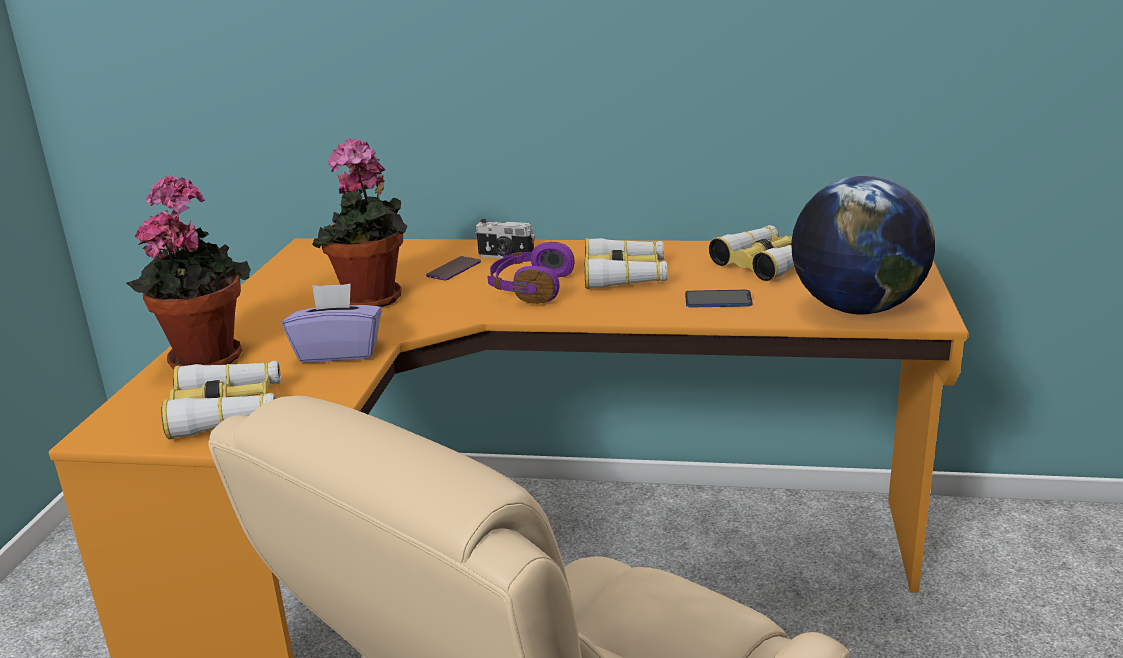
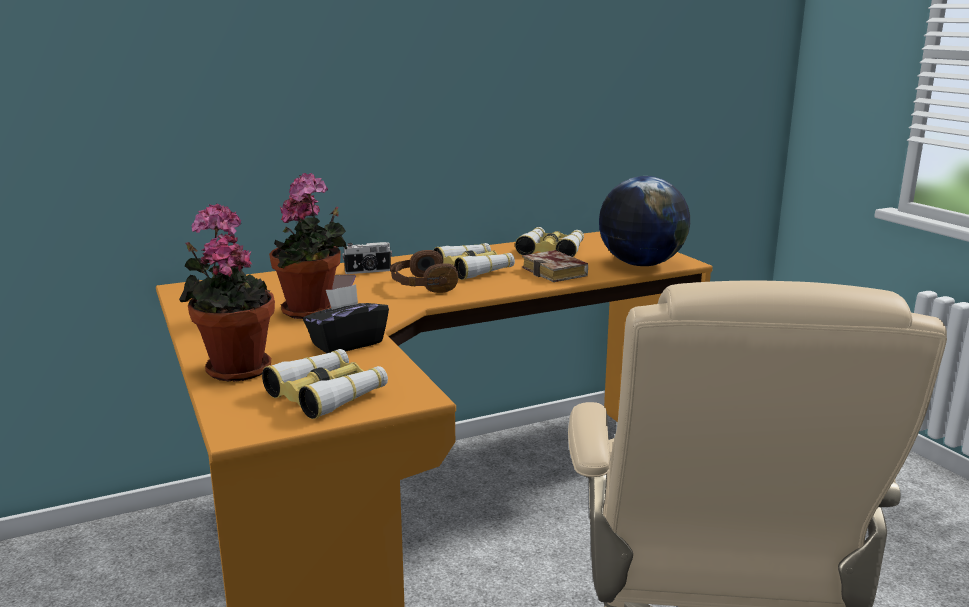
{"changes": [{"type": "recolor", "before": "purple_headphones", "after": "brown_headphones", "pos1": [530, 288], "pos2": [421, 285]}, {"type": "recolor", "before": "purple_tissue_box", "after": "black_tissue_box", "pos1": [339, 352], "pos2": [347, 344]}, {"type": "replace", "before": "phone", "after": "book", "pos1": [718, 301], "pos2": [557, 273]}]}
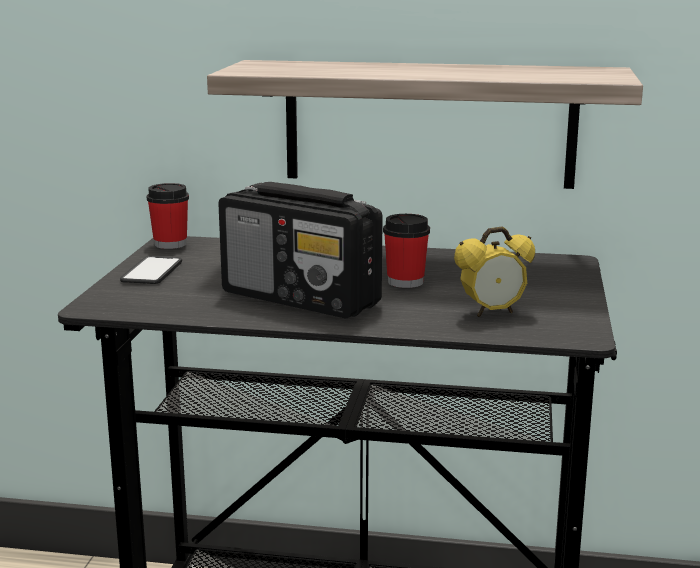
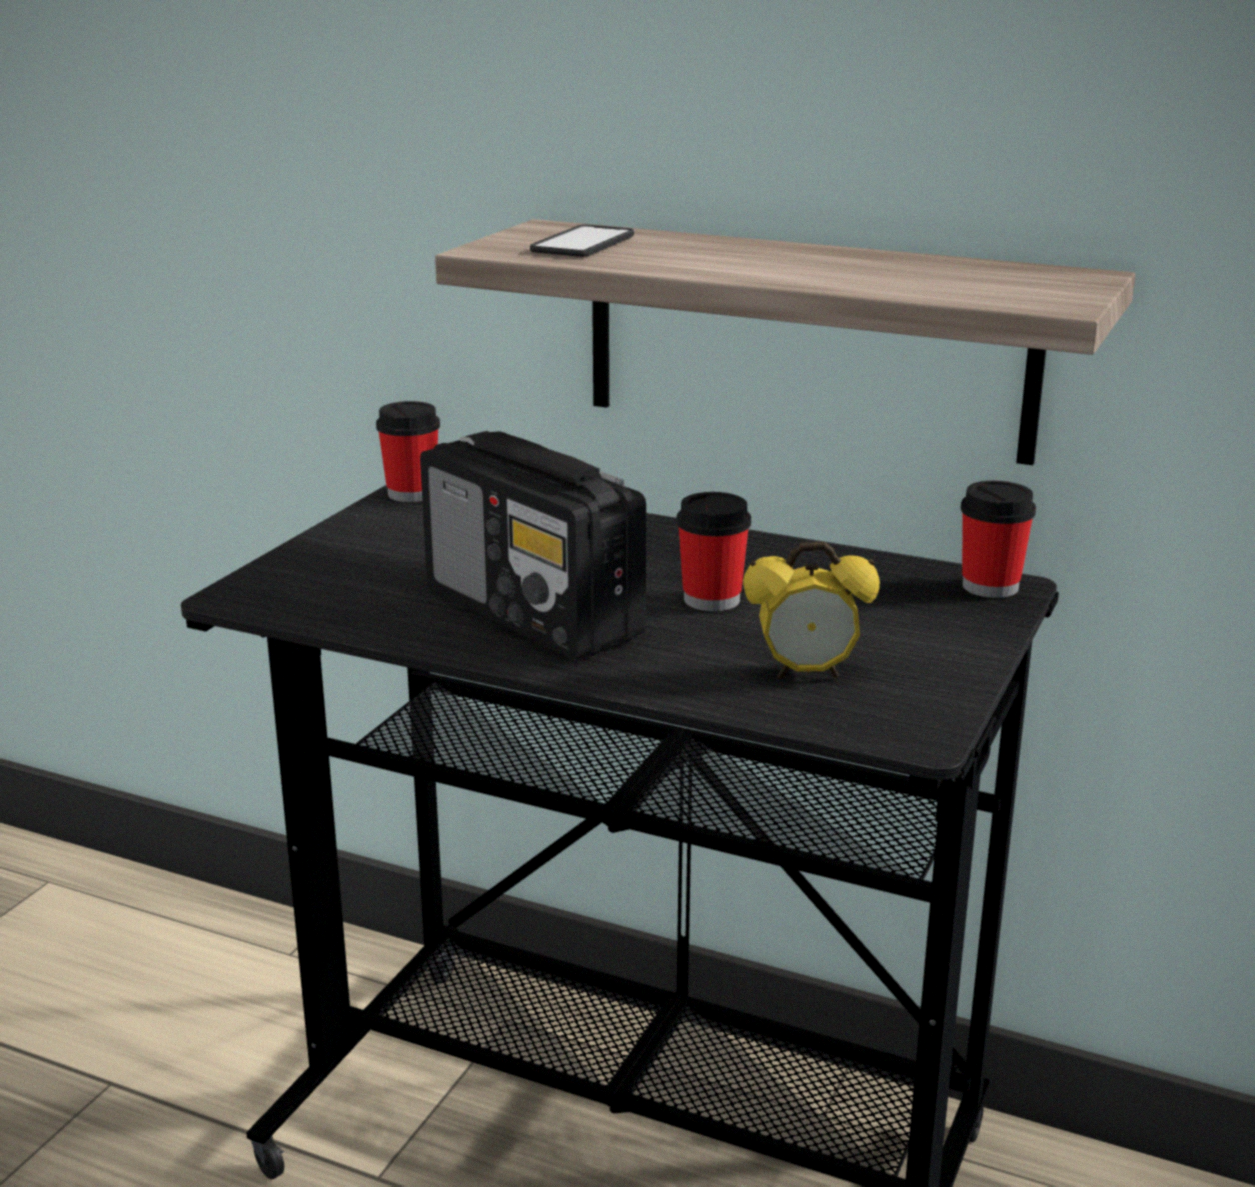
{"changes": [{"type": "move", "before": "phone", "pos1": [152, 271], "pos2": [583, 244]}, {"type": "insert", "after": "cup", "pos2": [990, 586]}]}
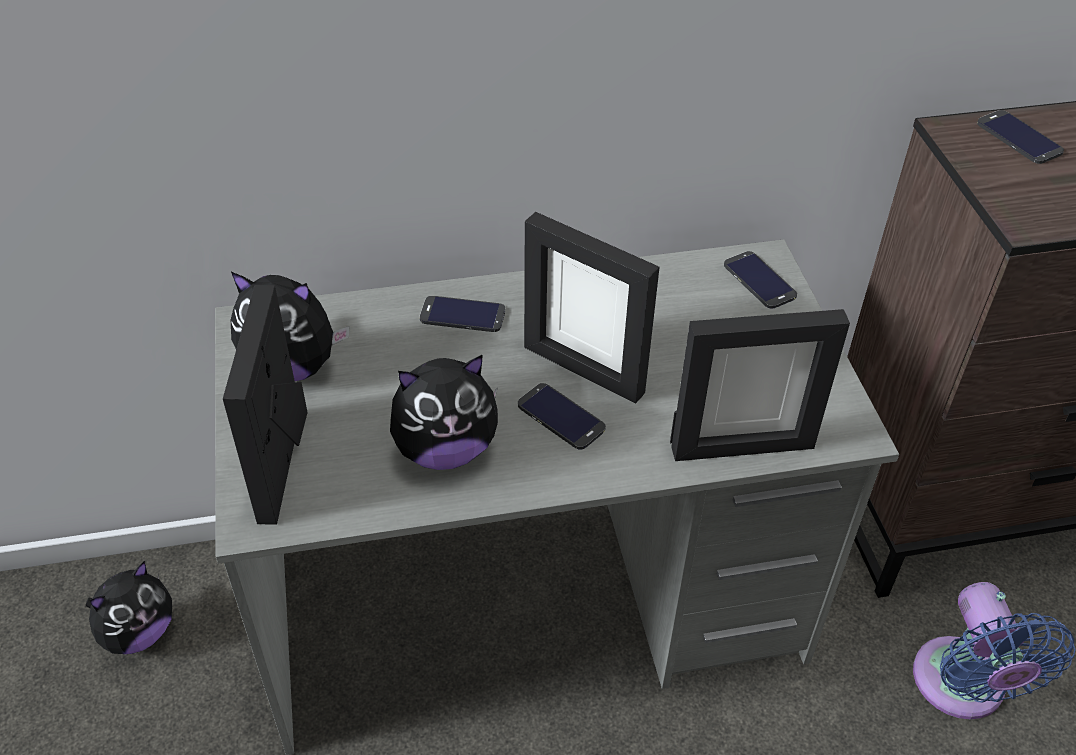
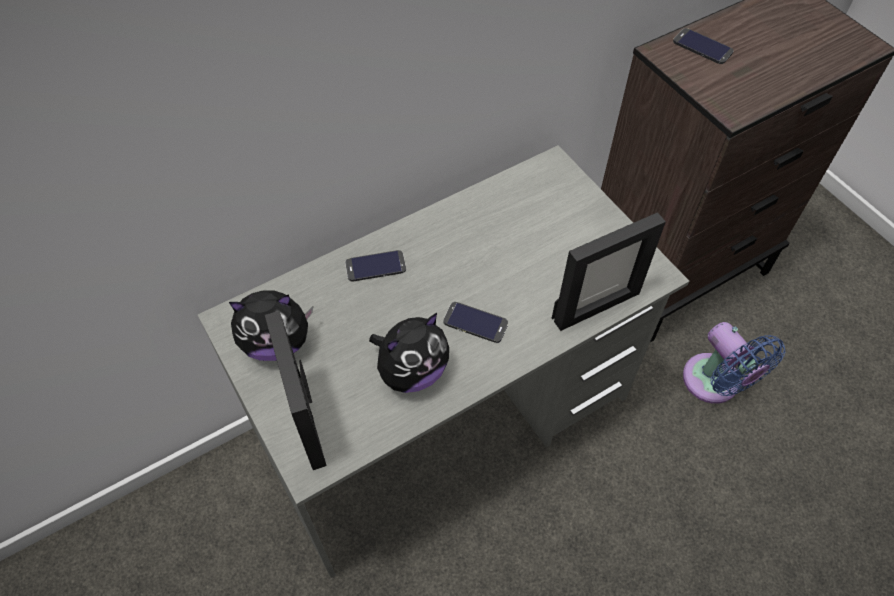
{"changes": [{"type": "delete", "before": "picture_frame", "pos1": [585, 368]}, {"type": "delete", "before": "phone", "pos1": [759, 280]}, {"type": "delete", "before": "plush_toy", "pos1": [138, 633]}]}
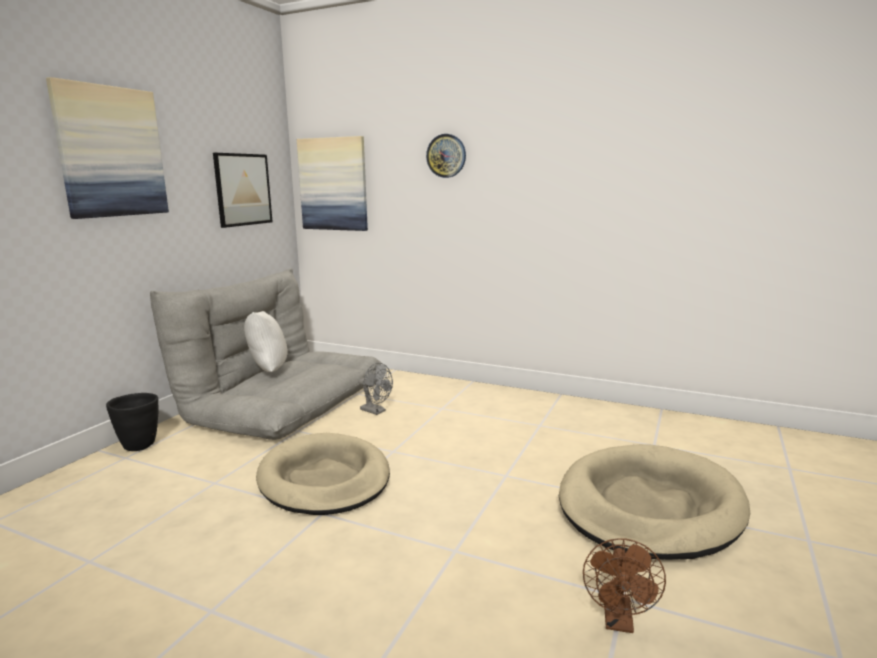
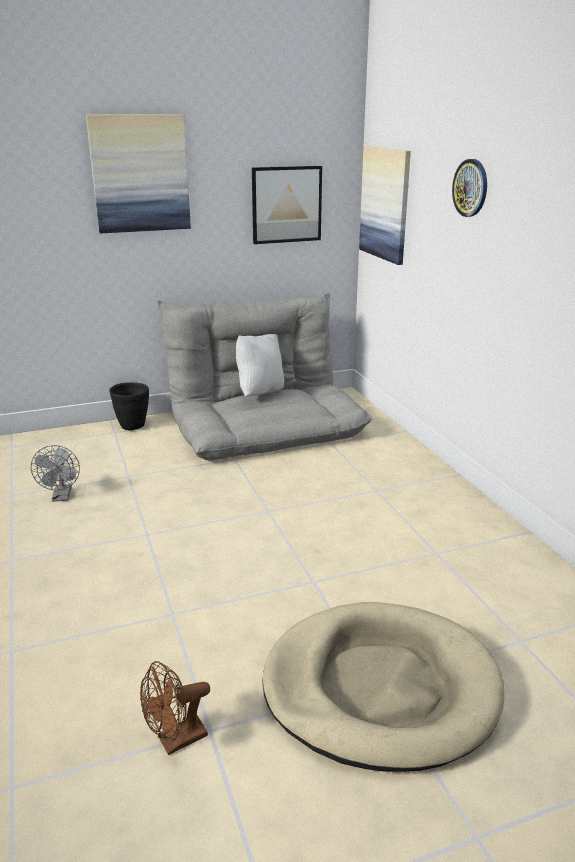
{"changes": [{"type": "move", "before": "grey_fan", "pos1": [376, 411], "pos2": [62, 497]}, {"type": "delete", "before": "beige_dog_bed", "pos1": [324, 479]}]}
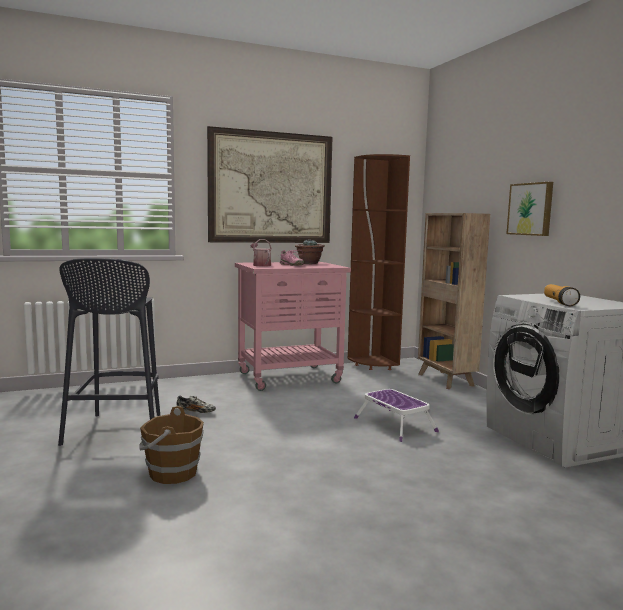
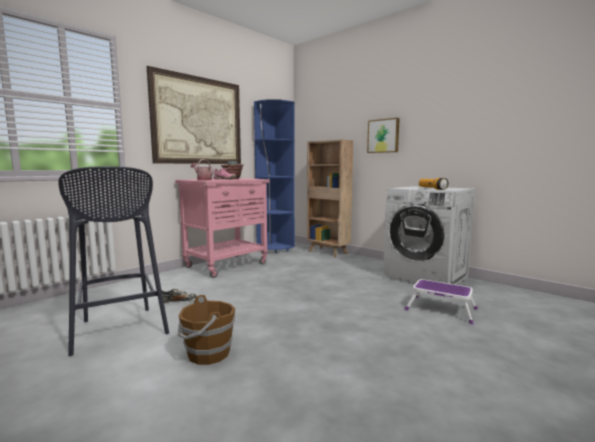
{"changes": [{"type": "recolor", "before": "brown_bookcase", "after": "blue_bookcase", "pos1": [373, 367], "pos2": [275, 250]}, {"type": "move", "before": "purple_step_ladder", "pos1": [394, 424], "pos2": [441, 309]}]}
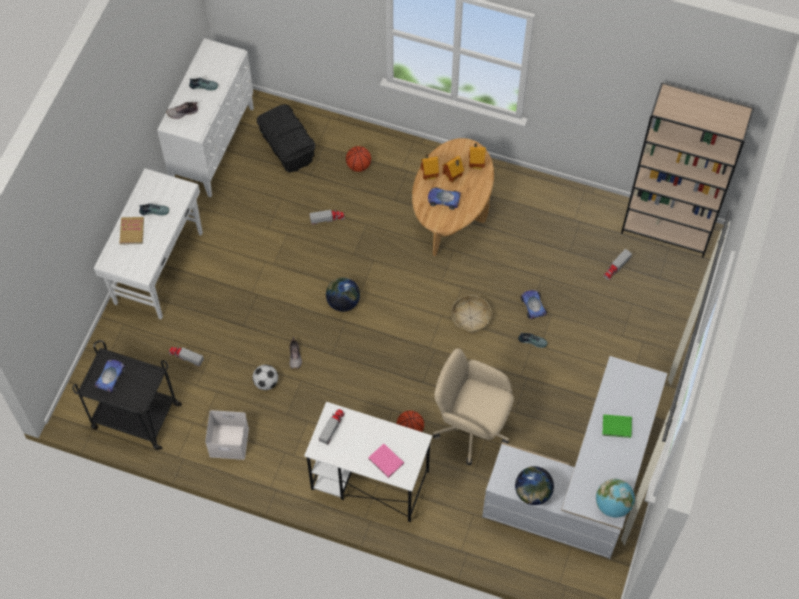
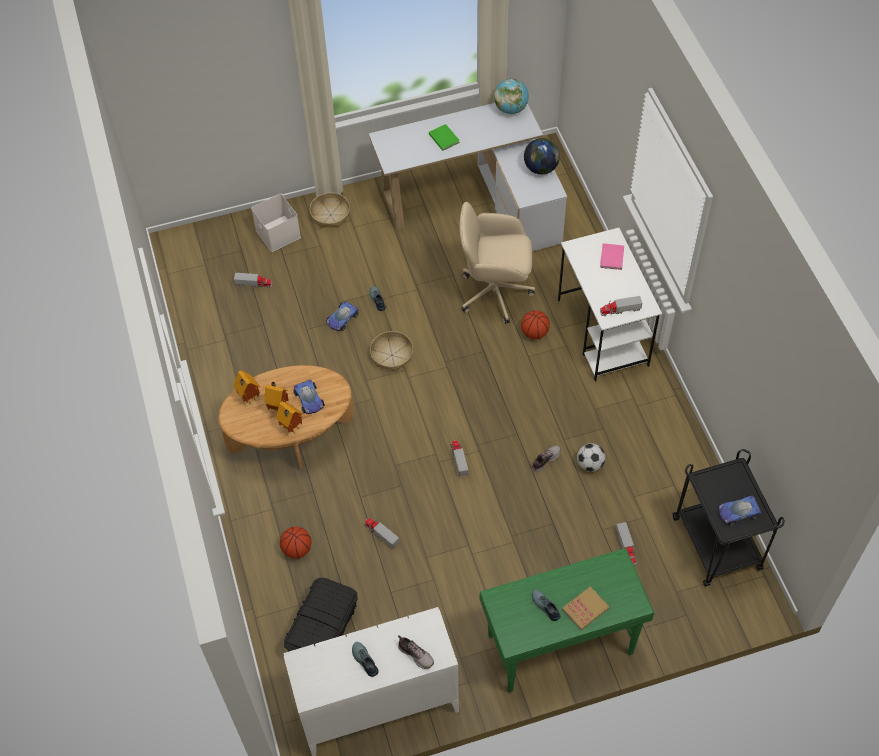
{"changes": [{"type": "delete", "before": "beige_bookcase", "pos1": [667, 229]}, {"type": "recolor", "before": "white_console_table", "after": "green_console_table", "pos1": [159, 267], "pos2": [559, 645]}, {"type": "replace", "before": "globe", "after": "toy_truck", "pos1": [343, 302], "pos2": [459, 459]}, {"type": "rotate", "before": "beige_office_chair", "pos1": [471, 429], "pos2": [495, 293], "turn": 105}, {"type": "move", "before": "white_storage_box", "pos1": [230, 441], "pos2": [277, 233]}, {"type": "insert", "after": "basket", "pos2": [330, 214]}]}
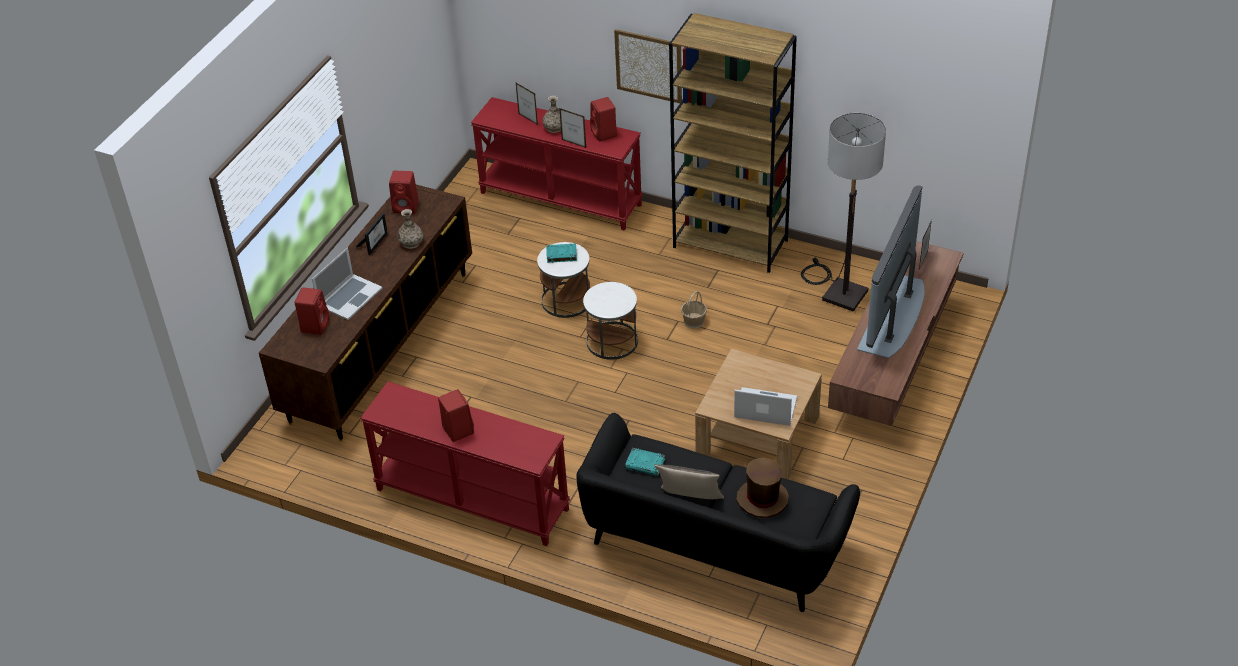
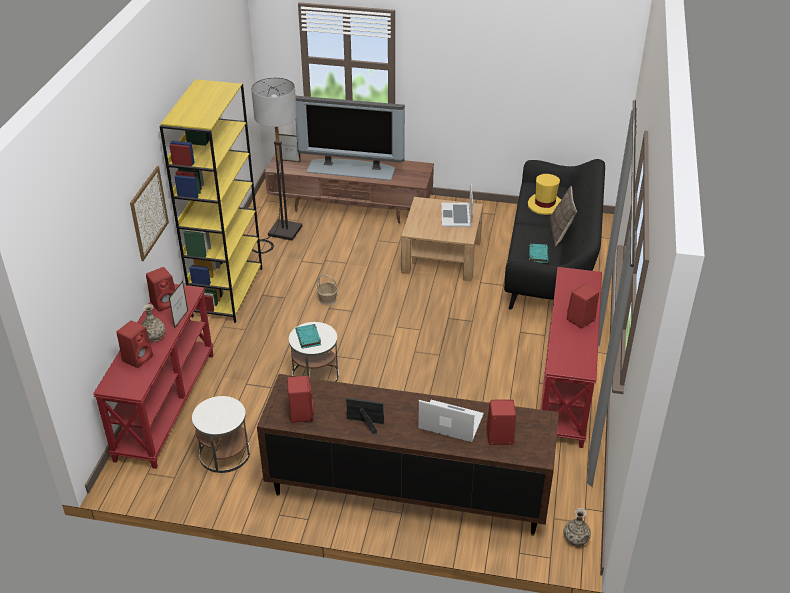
{"changes": [{"type": "recolor", "before": "brown_bookcase", "after": "yellow_bookcase", "pos1": [731, 244], "pos2": [227, 291]}, {"type": "replace", "before": "picture_frame", "after": "red_speaker", "pos1": [528, 119], "pos2": [138, 357]}, {"type": "move", "before": "vase", "pos1": [411, 242], "pos2": [576, 538]}, {"type": "move", "before": "white_side_table", "pos1": [612, 341], "pos2": [224, 453]}, {"type": "recolor", "before": "brown_hat", "after": "yellow_hat", "pos1": [762, 499], "pos2": [544, 205]}]}
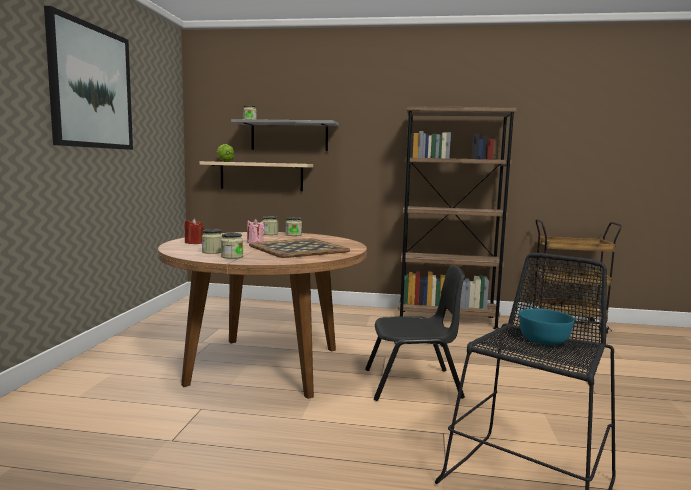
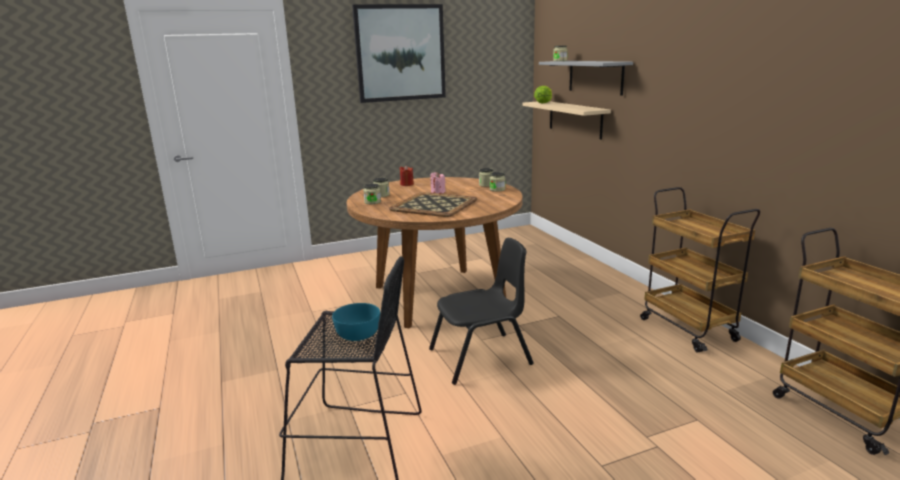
{"changes": [{"type": "replace", "before": "brown_bookcase", "after": "brown_cart", "pos1": [447, 319], "pos2": [688, 330]}, {"type": "rotate", "before": "black_chair", "pos1": [413, 384], "pos2": [481, 357], "turn": -75}]}
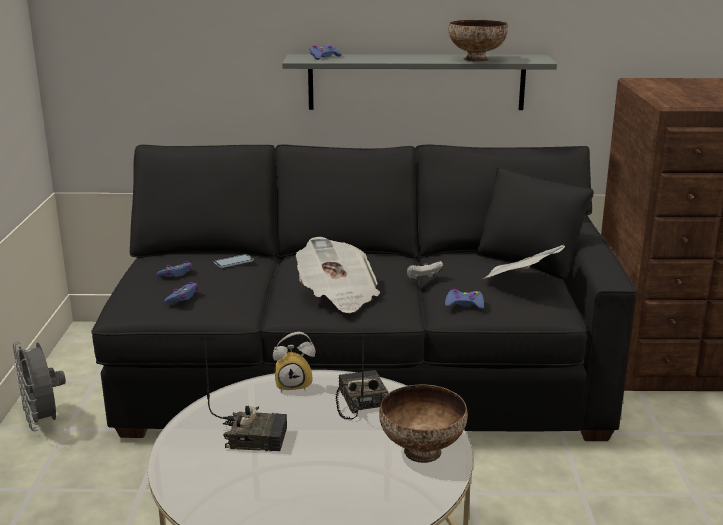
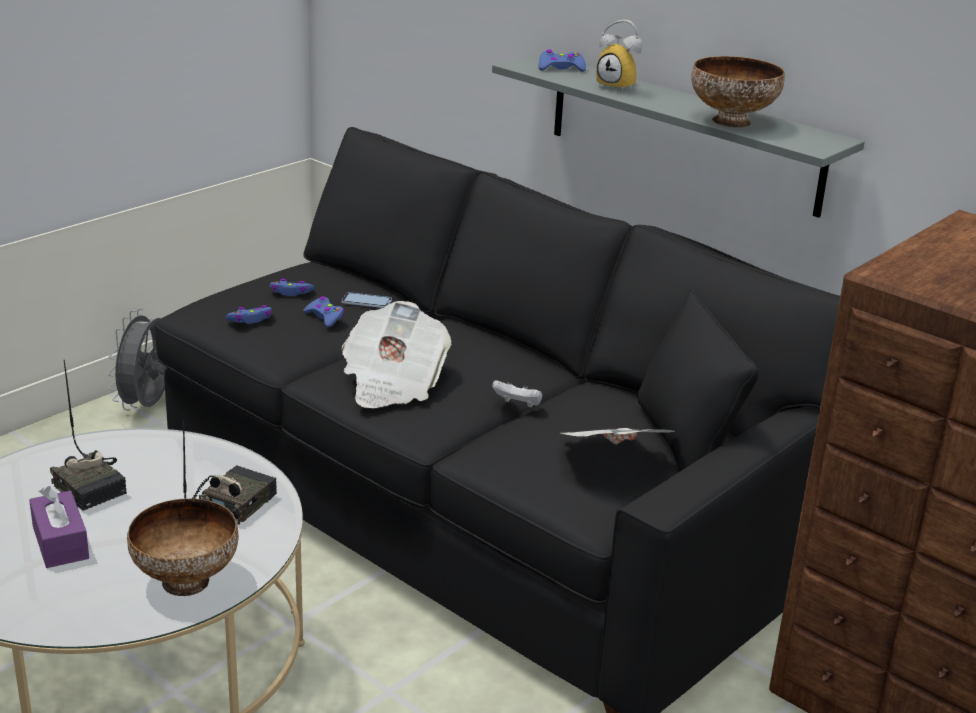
{"changes": [{"type": "move", "before": "blue_game_controller", "pos1": [464, 304], "pos2": [325, 317]}, {"type": "move", "before": "alarm_clock", "pos1": [295, 385], "pos2": [619, 87]}, {"type": "insert", "after": "purple_tissue_box", "pos2": [60, 542]}]}
